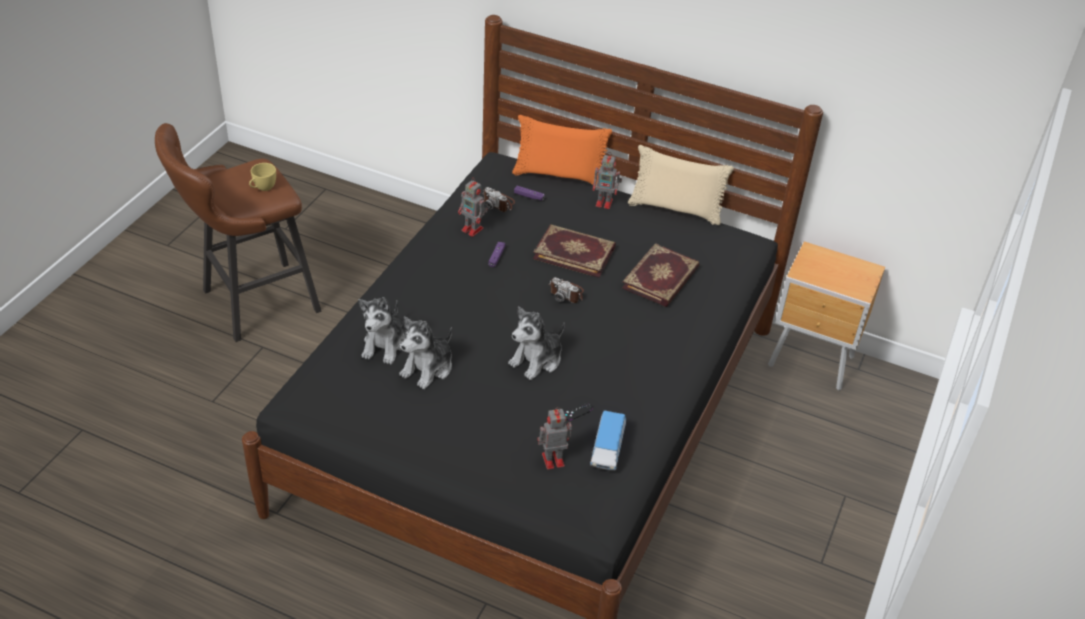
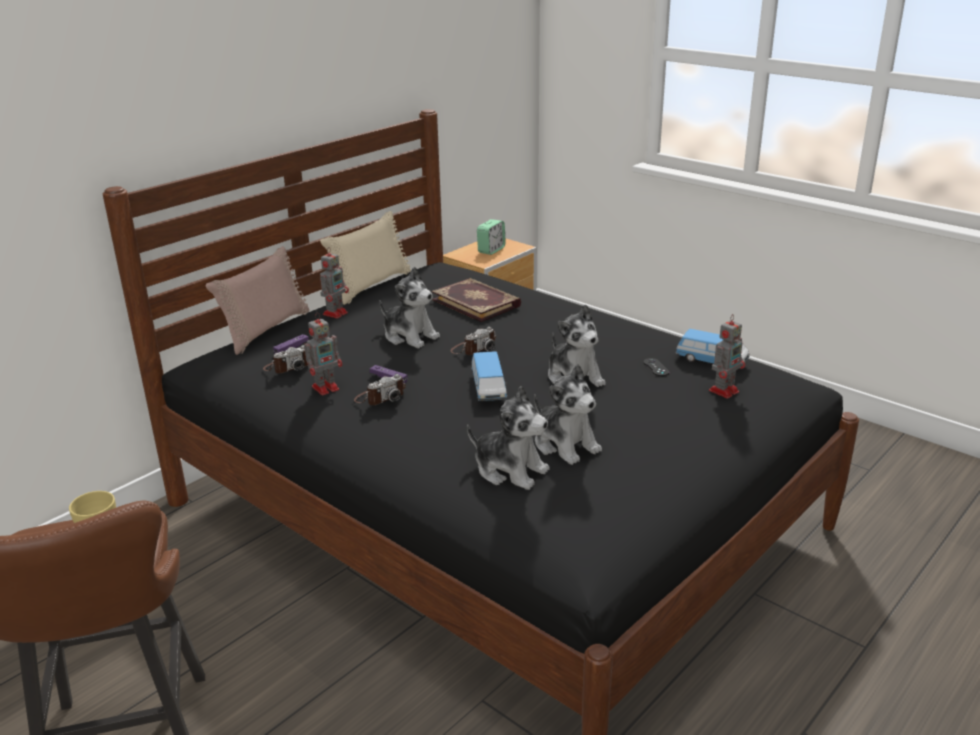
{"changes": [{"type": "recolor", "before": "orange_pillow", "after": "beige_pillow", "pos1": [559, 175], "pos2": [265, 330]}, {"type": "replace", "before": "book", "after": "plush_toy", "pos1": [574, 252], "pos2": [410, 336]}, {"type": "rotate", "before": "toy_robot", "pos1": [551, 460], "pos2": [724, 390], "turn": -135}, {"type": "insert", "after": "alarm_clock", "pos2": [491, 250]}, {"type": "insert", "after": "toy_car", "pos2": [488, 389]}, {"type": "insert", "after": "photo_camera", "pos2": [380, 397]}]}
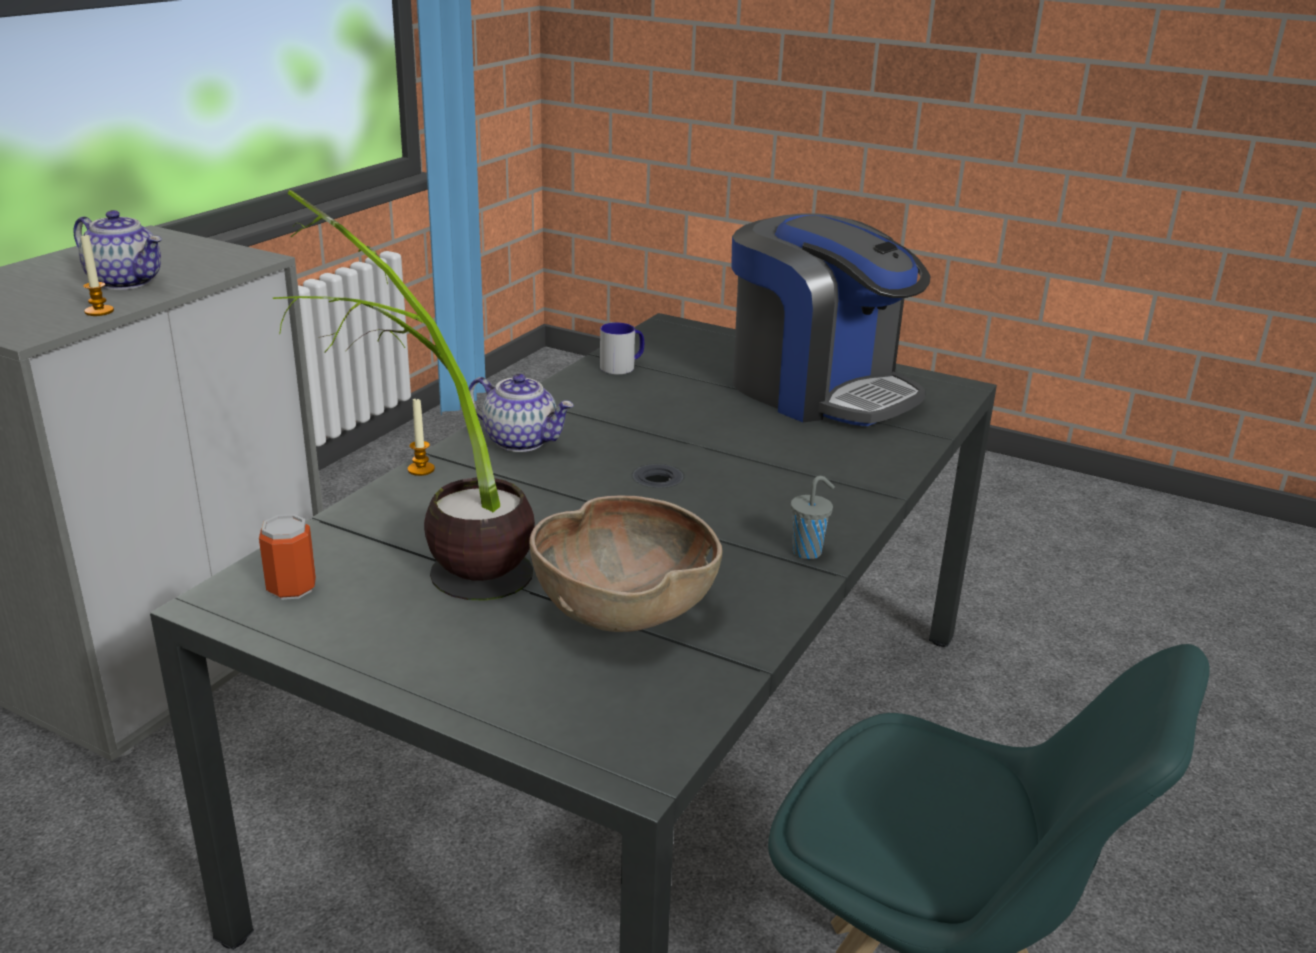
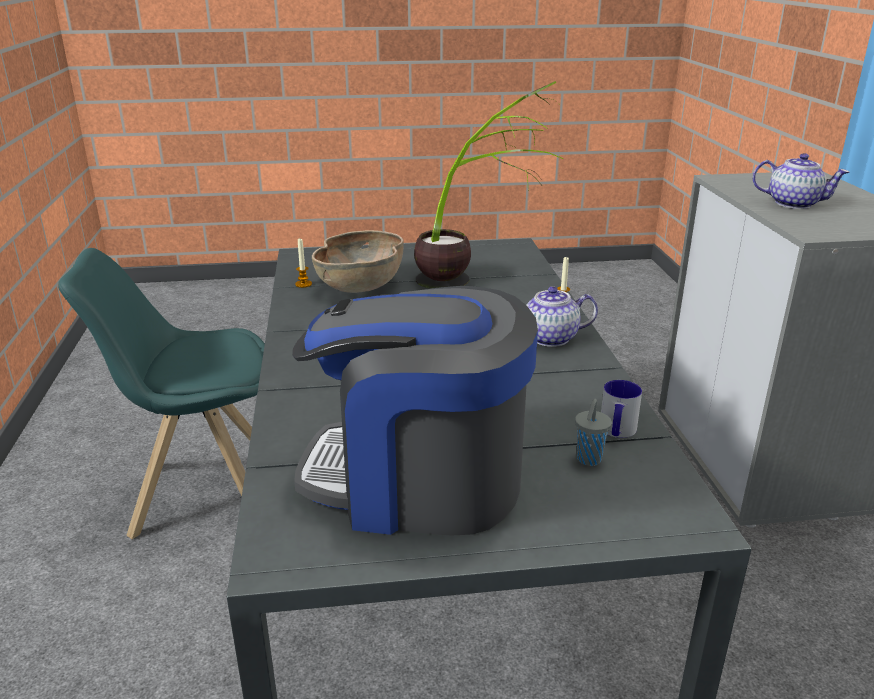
{"changes": [{"type": "rotate", "before": "teapot", "pos1": [127, 282], "pos2": [794, 203], "turn": -150}, {"type": "move", "before": "candle", "pos1": [99, 311], "pos2": [303, 284]}, {"type": "move", "before": "grey_cup", "pos1": [808, 552], "pos2": [588, 460]}, {"type": "delete", "before": "can", "pos1": [291, 588]}]}
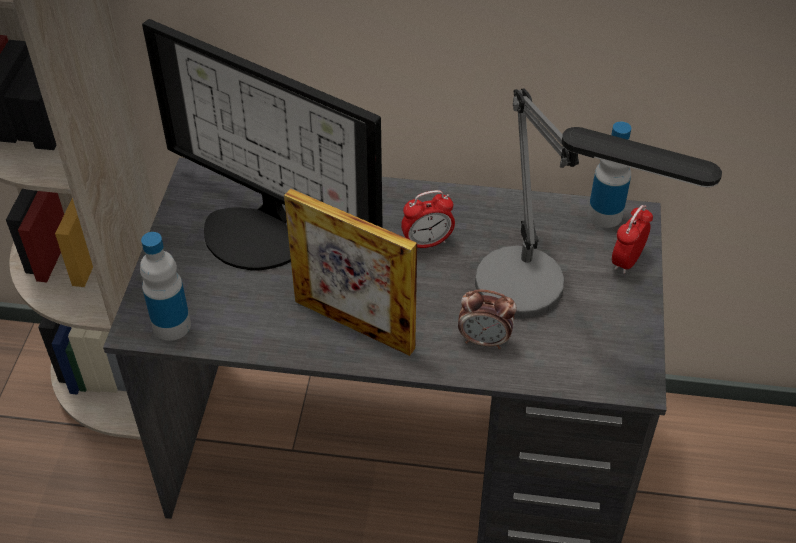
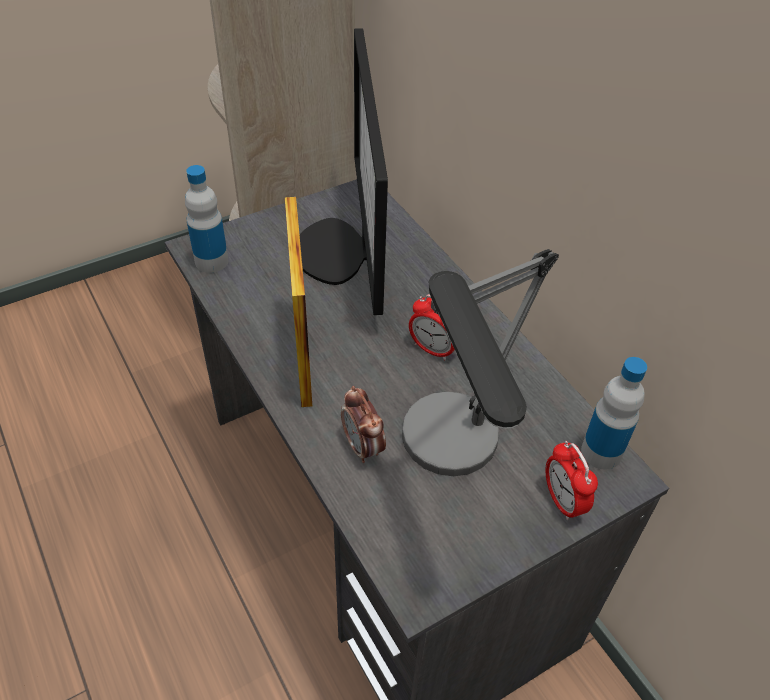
{"changes": [{"type": "rotate", "before": "alarm_clock", "pos1": [627, 261], "pos2": [562, 501], "turn": -105}]}
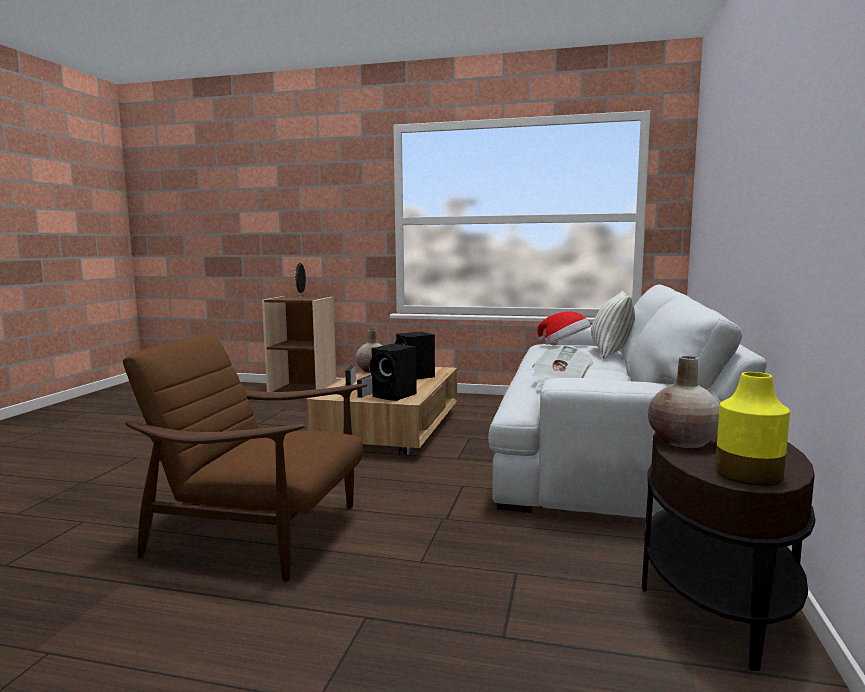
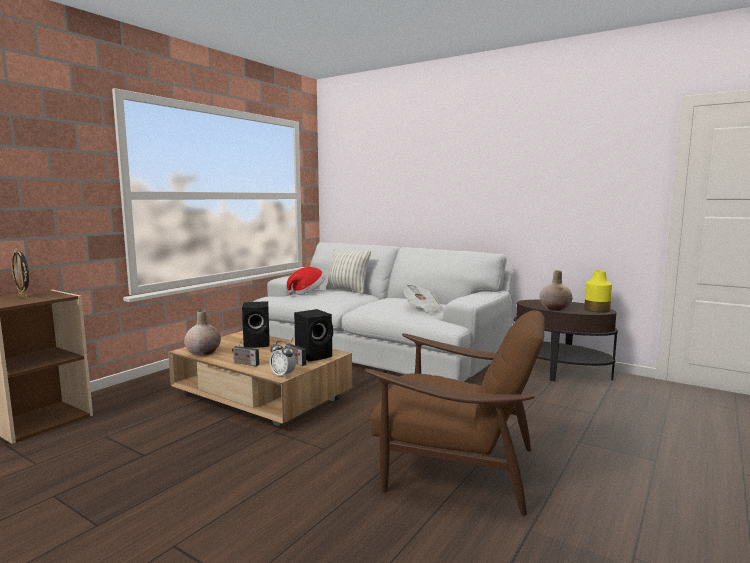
{"changes": [{"type": "rotate", "before": "brown_armchair", "pos1": [260, 532], "pos2": [455, 467], "turn": -105}, {"type": "insert", "after": "alarm_clock", "pos2": [283, 375]}]}
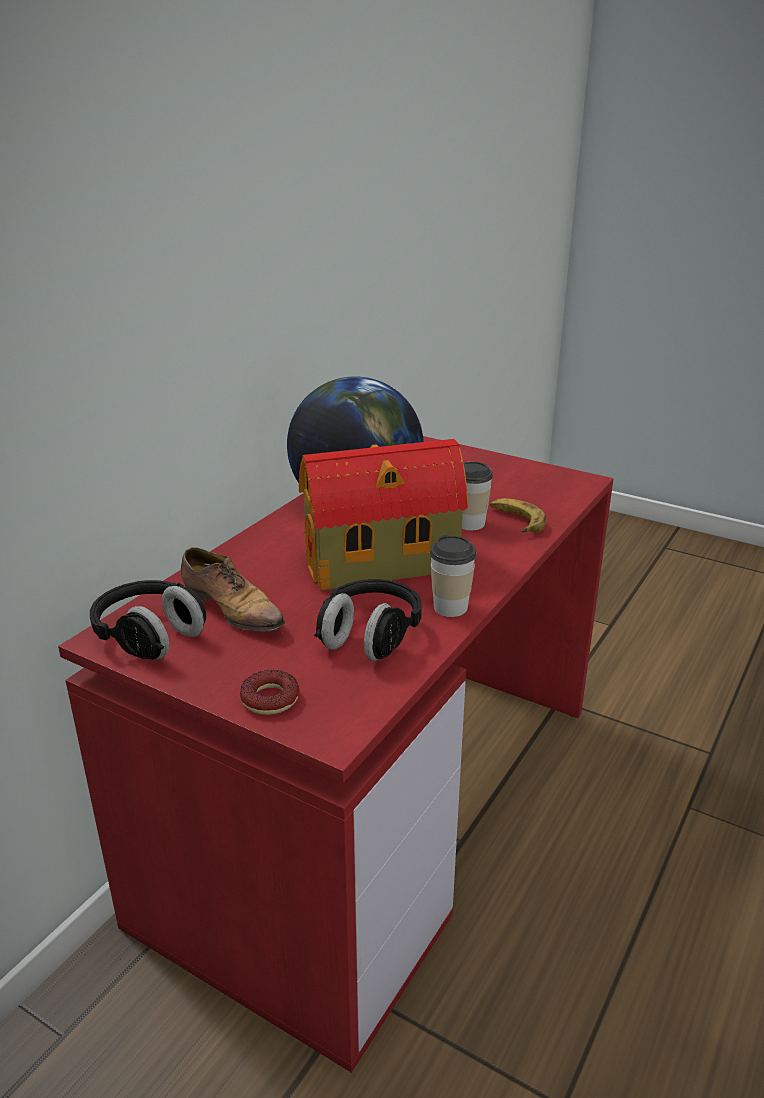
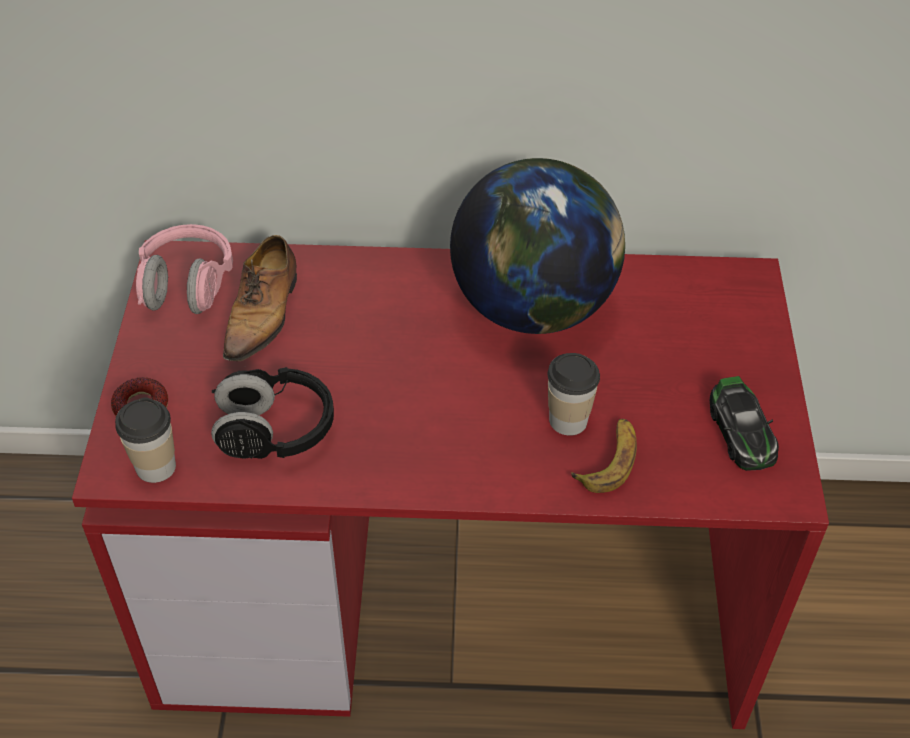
{"changes": [{"type": "delete", "before": "toy_house", "pos1": [386, 563]}, {"type": "move", "before": "cup", "pos1": [450, 607], "pos2": [155, 467]}, {"type": "recolor", "before": "black_headphones", "after": "pink_headphones", "pos1": [150, 637], "pos2": [186, 286]}, {"type": "insert", "after": "toy_car", "pos2": [740, 431]}]}
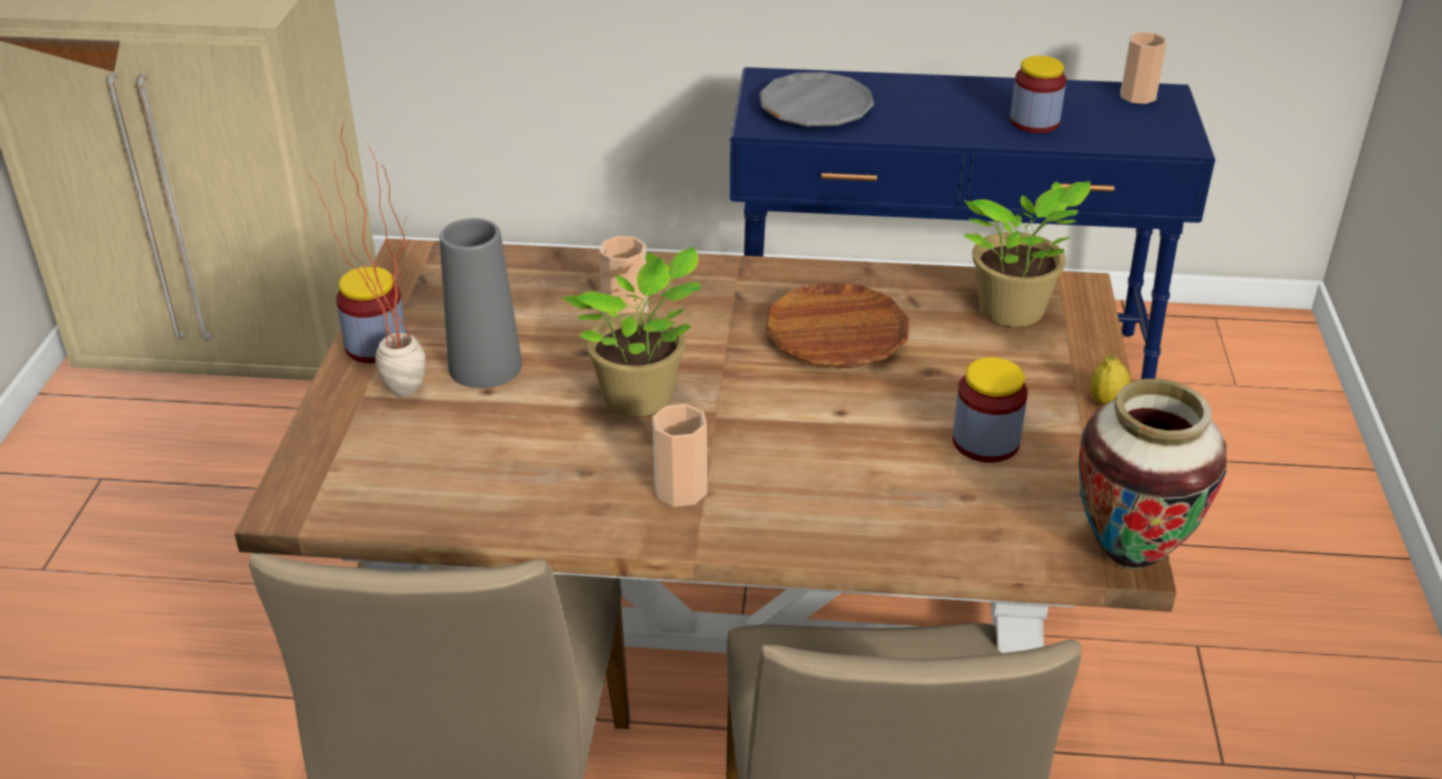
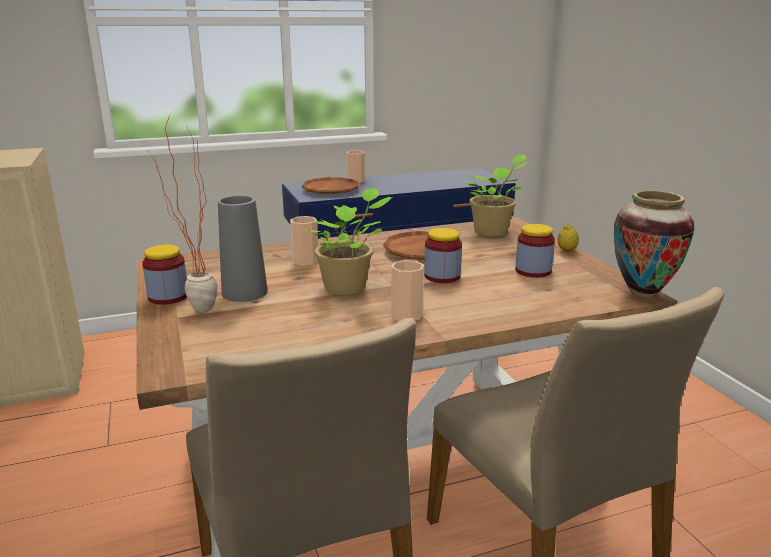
{"changes": [{"type": "move", "before": "cup", "pos1": [1138, 96], "pos2": [356, 181]}, {"type": "move", "before": "jar", "pos1": [1034, 122], "pos2": [442, 276]}, {"type": "recolor", "before": "grey_plate", "after": "brown_plate", "pos1": [816, 108], "pos2": [330, 190]}]}
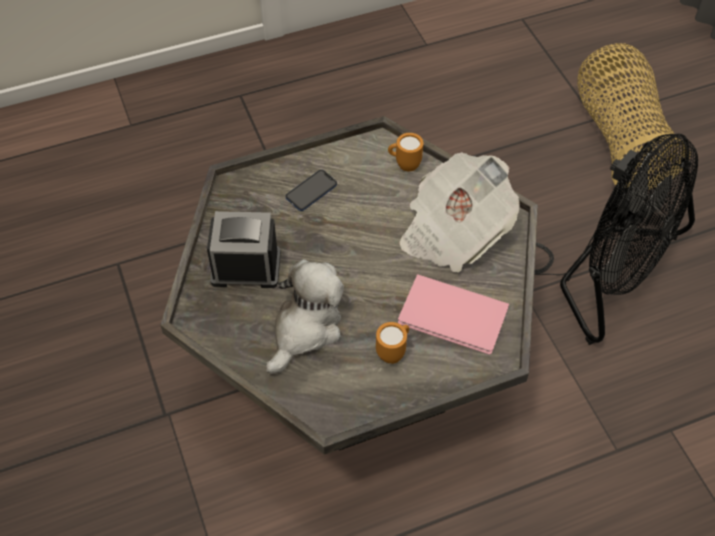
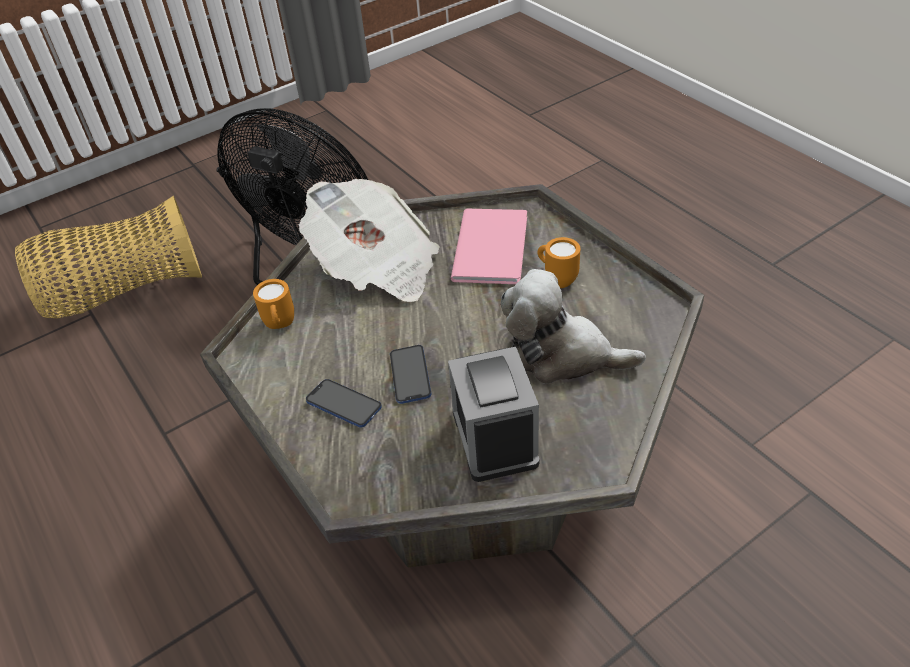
{"changes": [{"type": "insert", "after": "phone", "pos2": [410, 375]}]}
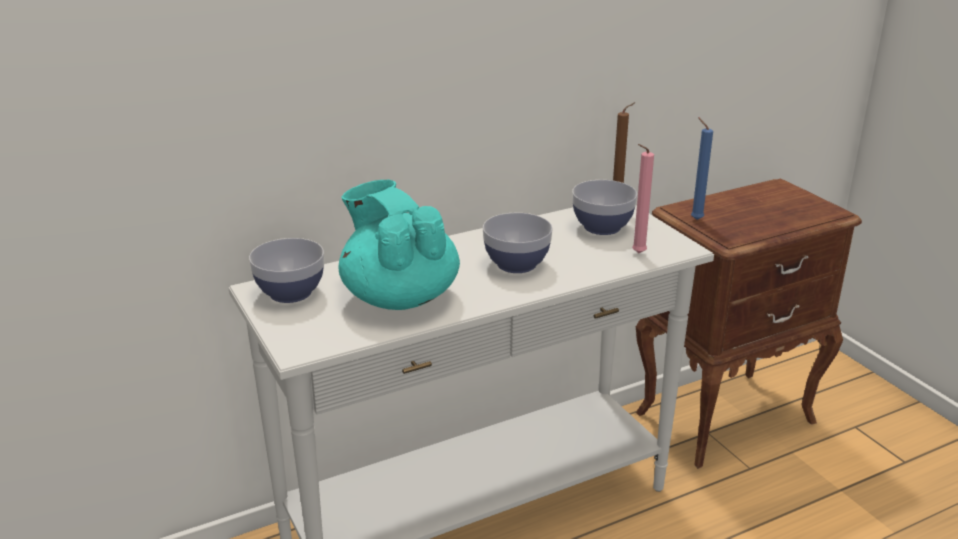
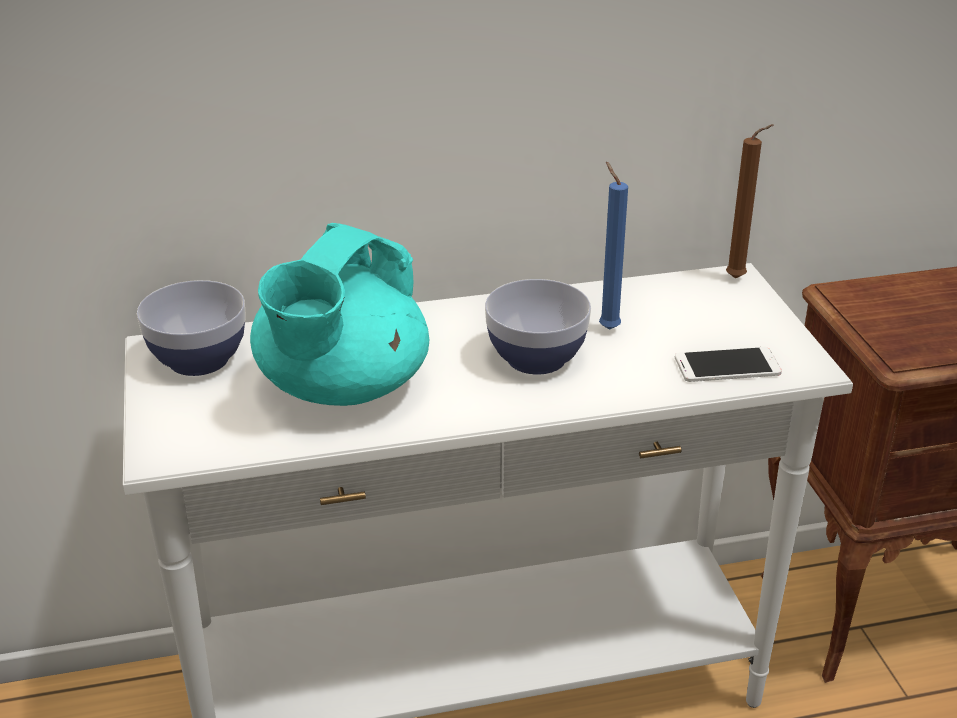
{"changes": [{"type": "move", "before": "blue_candle", "pos1": [694, 219], "pos2": [607, 327]}, {"type": "replace", "before": "pink_candle", "after": "phone", "pos1": [636, 253], "pos2": [727, 366]}, {"type": "rotate", "before": "turquoise_teapot", "pos1": [399, 297], "pos2": [341, 388], "turn": -135}, {"type": "delete", "before": "bowl", "pos1": [602, 227]}]}
